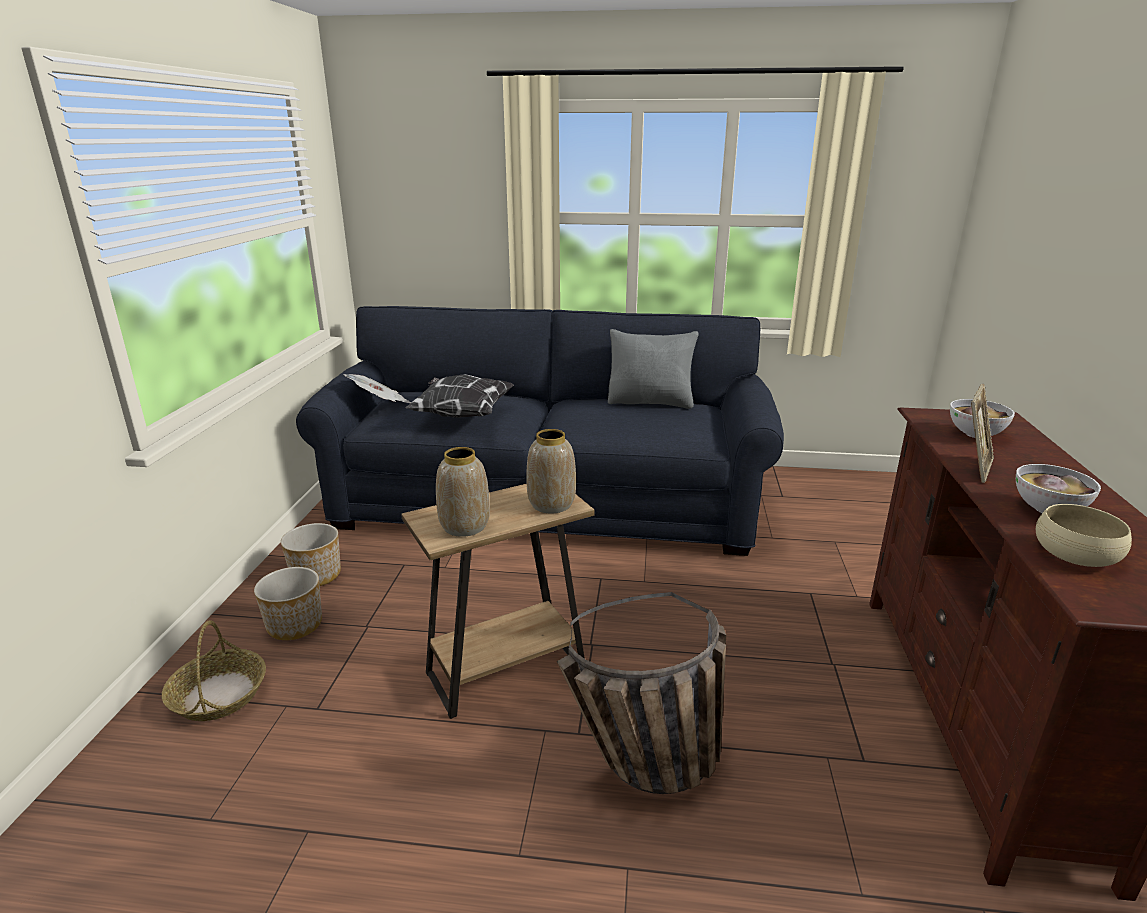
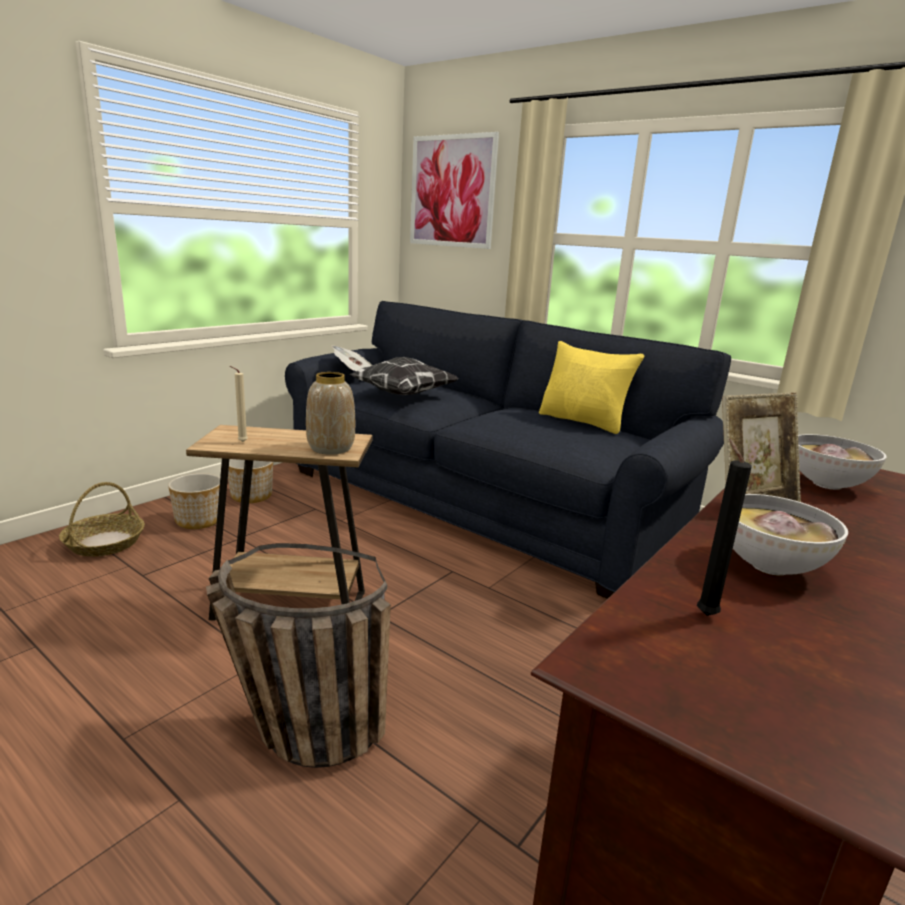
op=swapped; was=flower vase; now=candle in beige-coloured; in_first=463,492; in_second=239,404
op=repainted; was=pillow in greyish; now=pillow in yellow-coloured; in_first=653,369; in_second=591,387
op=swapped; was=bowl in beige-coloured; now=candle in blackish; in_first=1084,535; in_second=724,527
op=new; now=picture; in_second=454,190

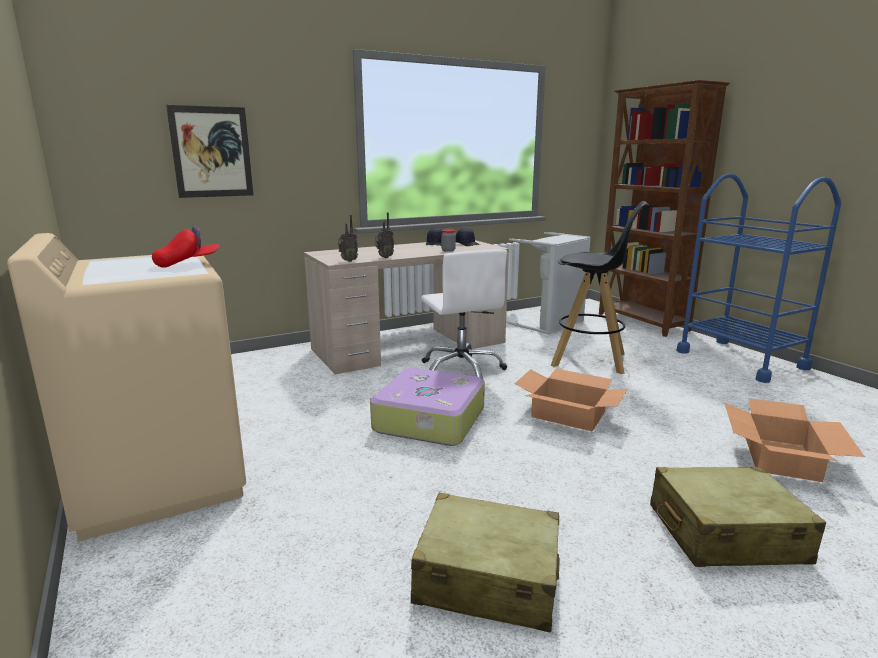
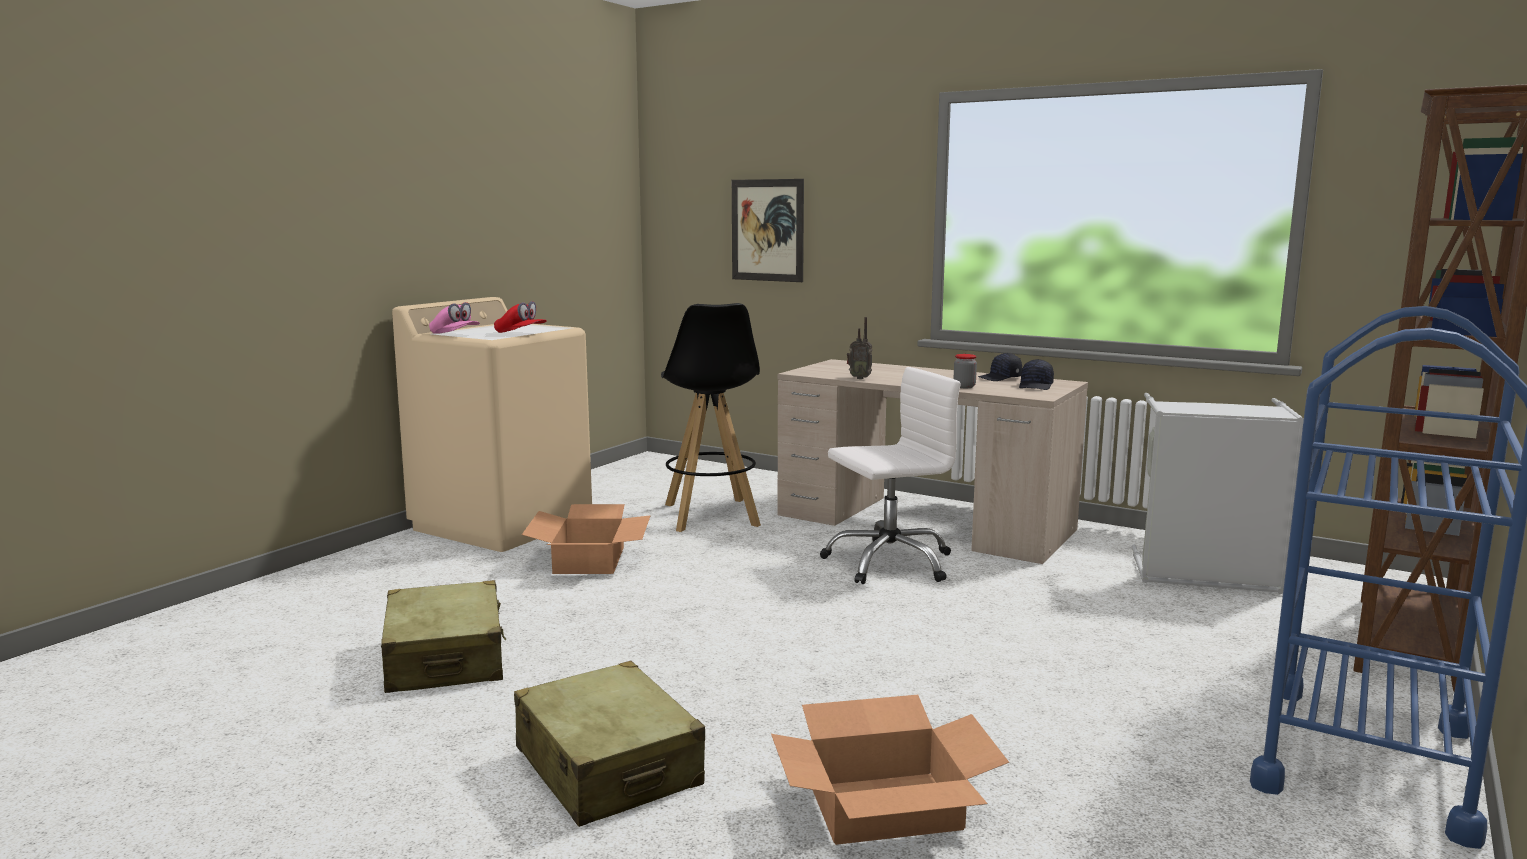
op=gone; was=radio; in_first=348,238
op=gone; was=piece of luggage; in_first=427,407
op=rotated; was=office chair in white-coloured; in_first=464,314; in_second=890,475; clockwise=-150
op=shifted; was=packing box; in_first=571,400; in_second=586,539
op=shifted; was=stool seat in blackish; in_first=600,287; in_second=711,417
op=new; now=baseball cap in pink-coloured; in_second=454,318

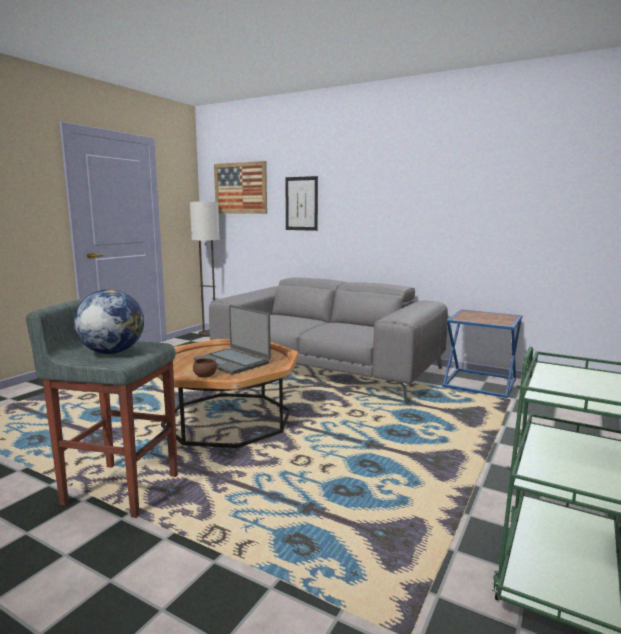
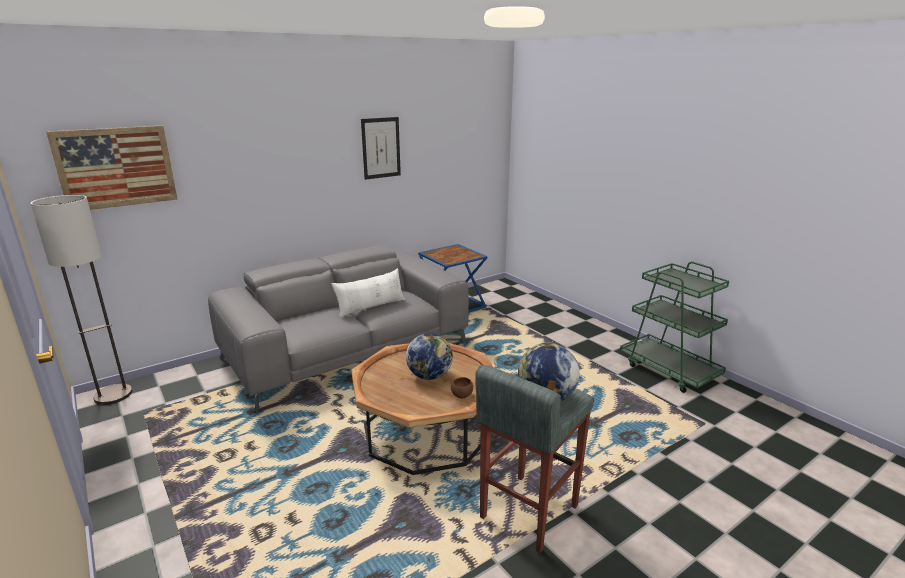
op=swapped; was=laptop; now=globe; in_first=232,340; in_second=429,356
op=shifted; was=picture; in_first=301,203; in_second=381,148
op=new; now=pillow in white-coloured; in_second=368,293

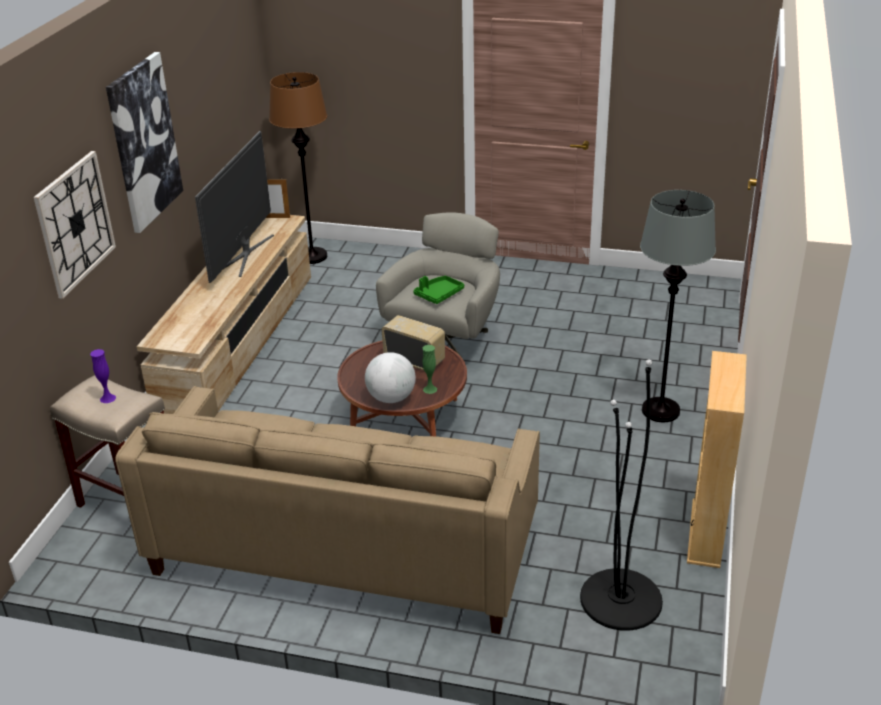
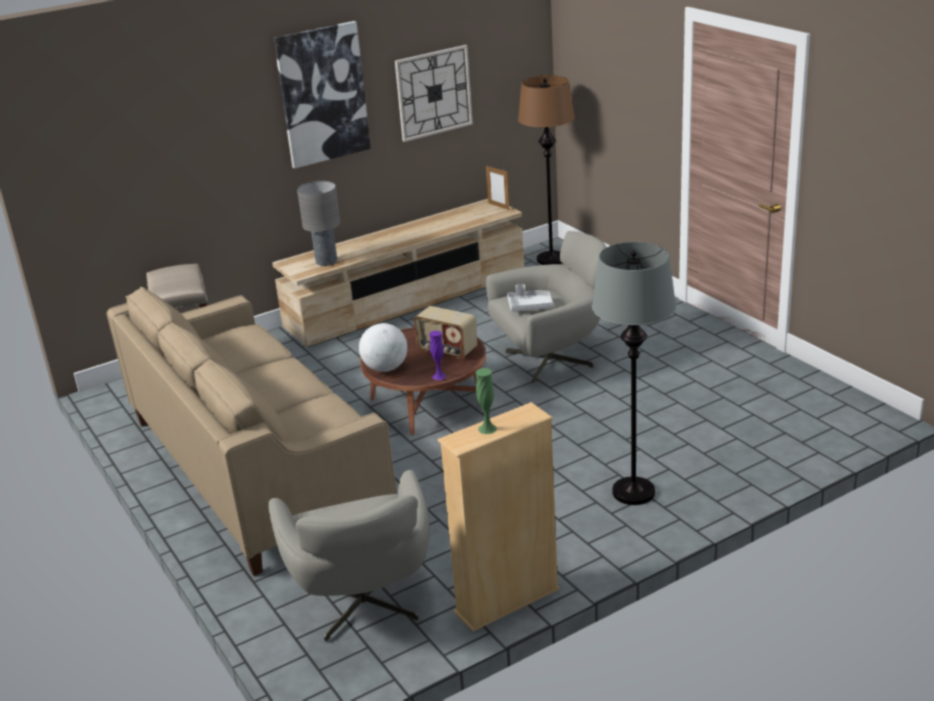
op=shifted; was=hanging clock; in_first=74,225; in_second=434,93
op=shifted; was=flower vase in purple; in_first=103,376; in_second=437,355
op=gone; was=TV; in_first=234,207
op=rotated; was=radio; in_first=413,342; in_second=445,332; clockwise=135
op=repainted; was=carrying tray in green; now=carrying tray in greyish; in_first=438,290; in_second=530,298
op=shifted; was=flower vase in green; in_first=429,369; in_second=486,401
op=swapped; was=floor lamp in blackish; now=lounge chair in greyish; in_first=621,495; in_second=349,556
op=new; now=lamp for a table in greyish; in_second=318,223

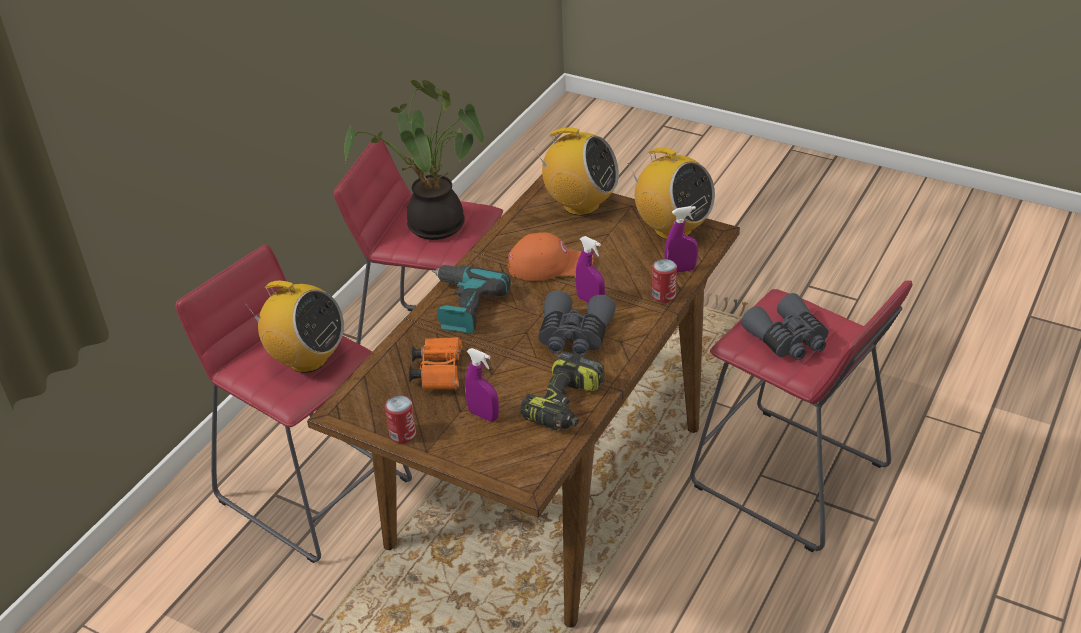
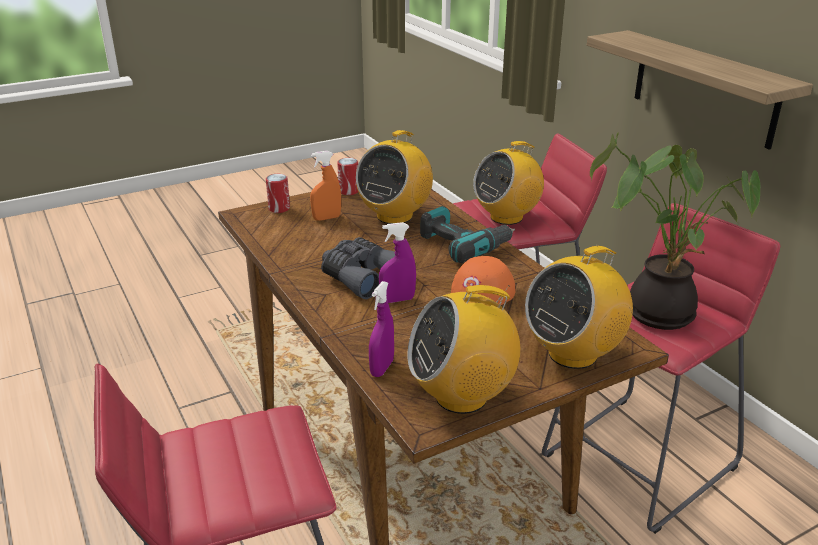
op=swapped; was=field glasses in orange; now=radio; in_first=435,363; in_second=394,177
op=repainted; was=spray bottle in purple; now=spray bottle in orange; in_first=482,384; in_second=325,186
op=gone; was=power drill; in_first=562,390
op=shifted; was=sealed can; in_first=664,281; in_second=278,193
op=gone; was=field glasses in greyish; in_first=785,326
op=new; now=shelf; in_second=700,90

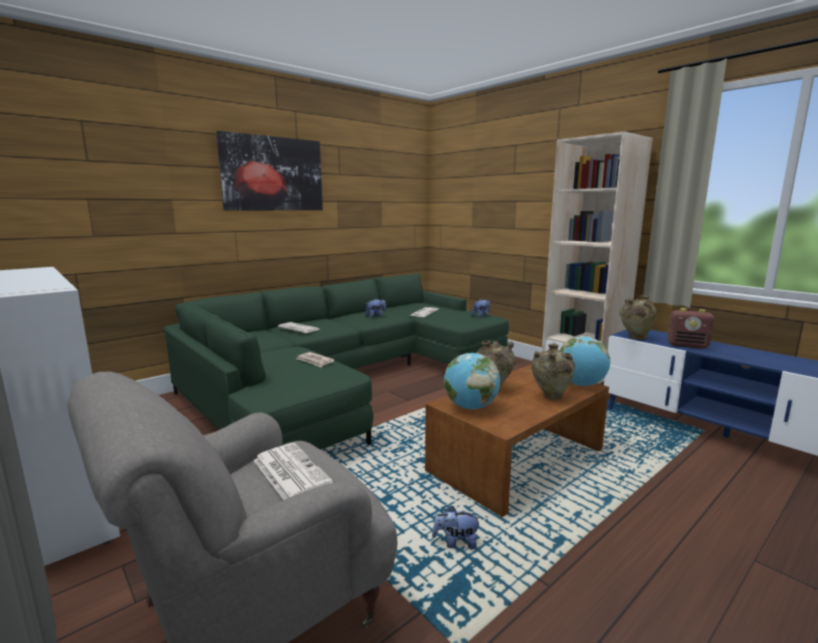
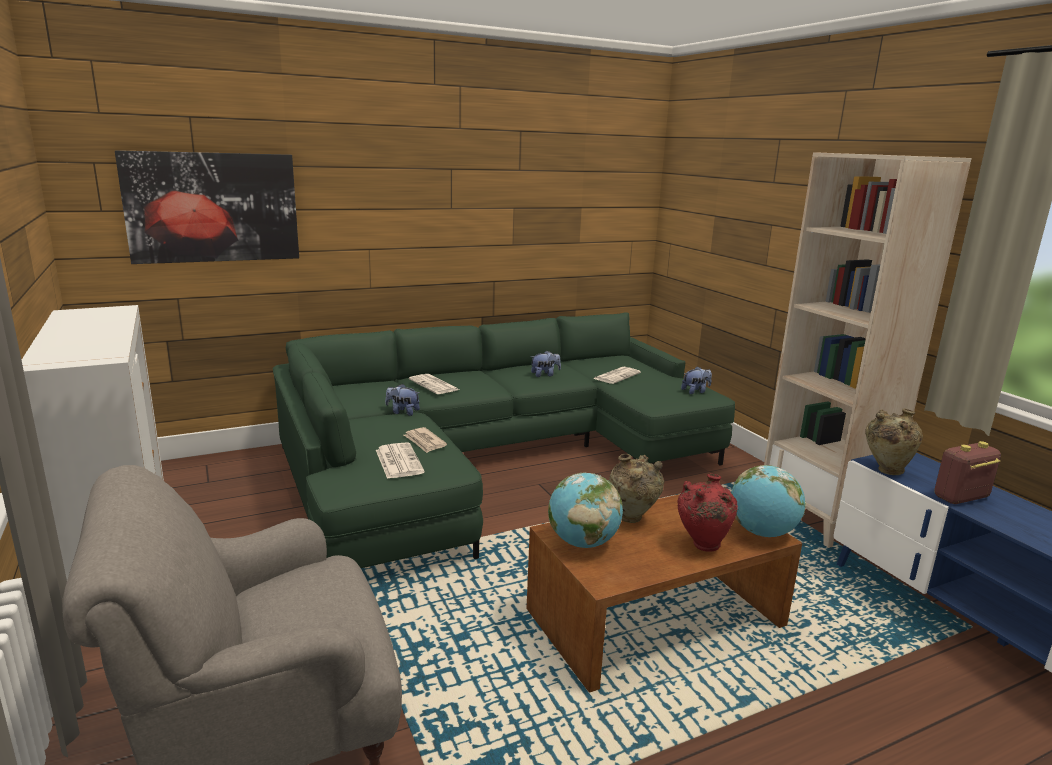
op=shifted; was=picture; in_first=269,171; in_second=207,207
op=shifted; was=printed paper; in_first=293,471; in_second=400,460
op=shifted; was=soft toy; in_first=457,527; in_second=402,400
op=repainted; was=flower vase in beige-coloured; now=flower vase in red; in_first=553,372; in_second=707,513
op=rotated; was=radio; in_first=691,328; in_second=967,472; clockwise=120

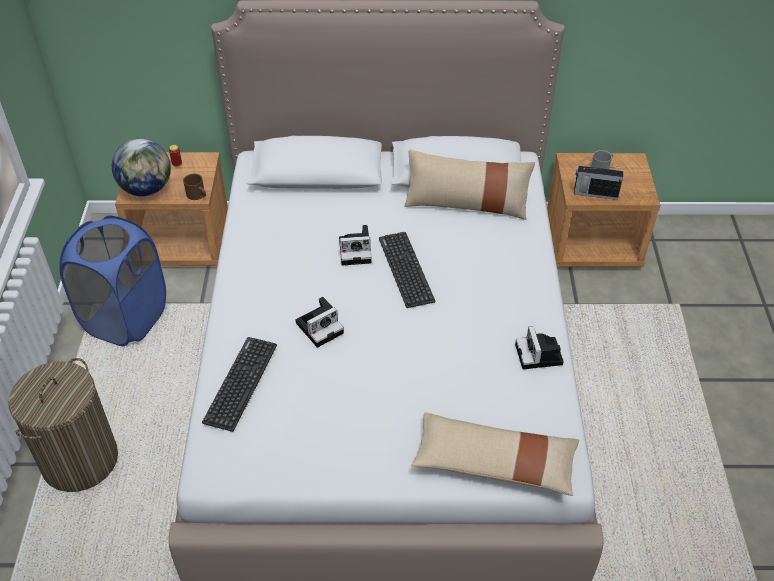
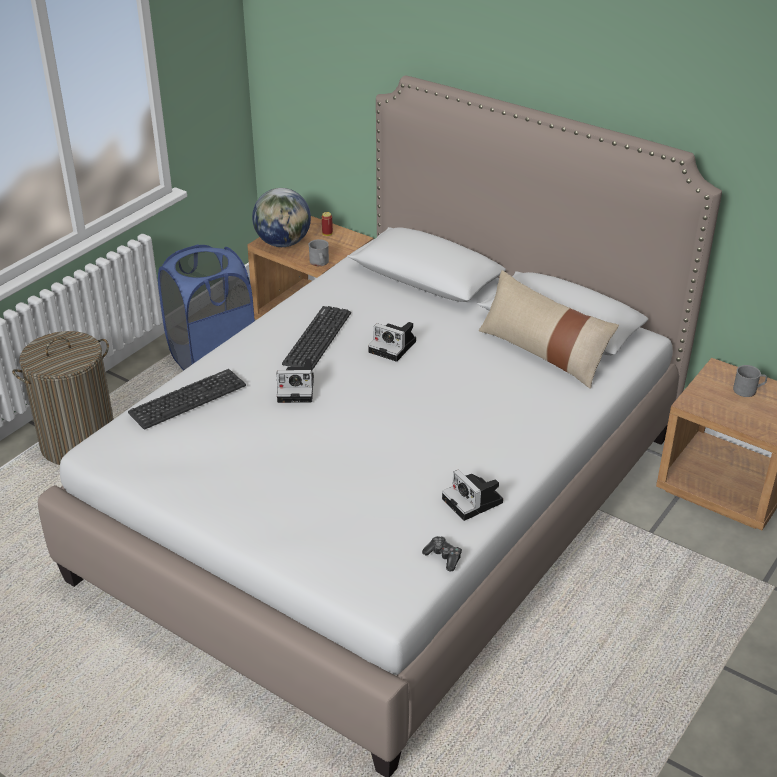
op=repainted; was=coffee mug in brownish; now=coffee mug in greyish; in_first=194,187; in_second=318,252
op=shifted; was=PC keyboard; in_first=407,270; in_second=316,338
op=gone; was=pillow in beige-coloured; in_first=495,454
op=rotated; was=still camera; in_first=539,347; in_second=472,495; clockwise=-60
op=gone; was=radio; in_first=598,183
op=new; now=joypad; in_second=442,553

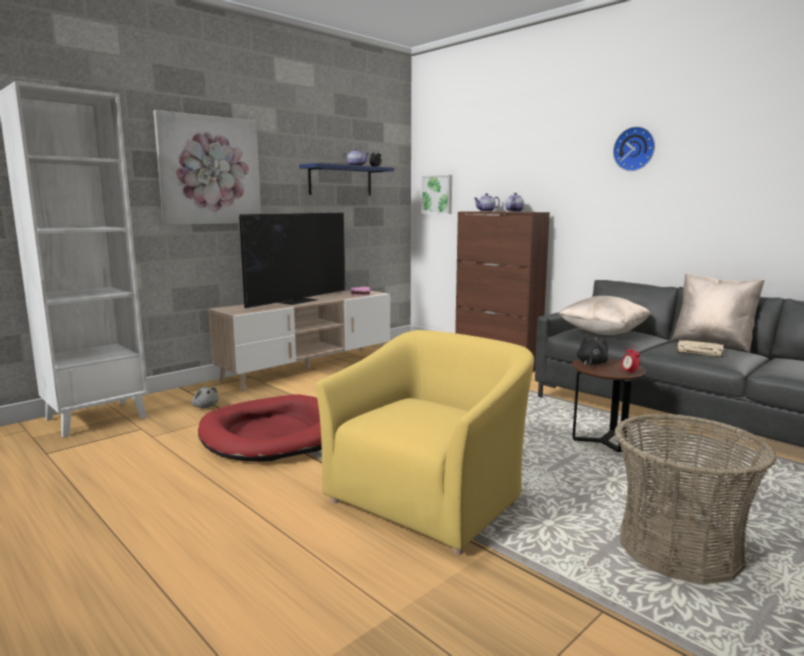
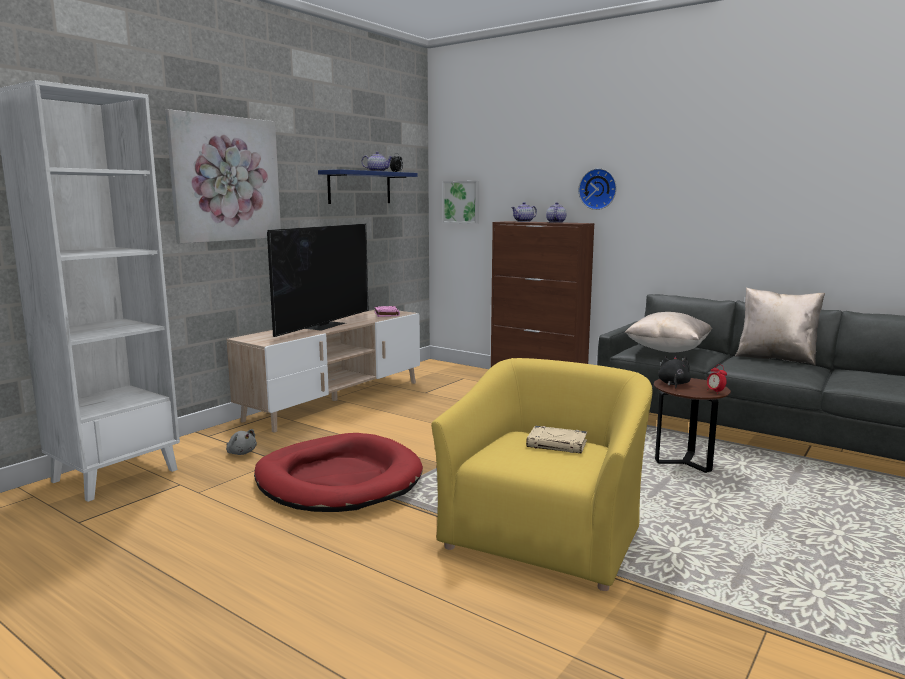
op=shifted; was=hanging clock; in_first=634,148; in_second=598,189
op=gone; was=basket; in_first=696,499
op=shifted; was=bound book in beige-coloured; in_first=700,348; in_second=556,439

